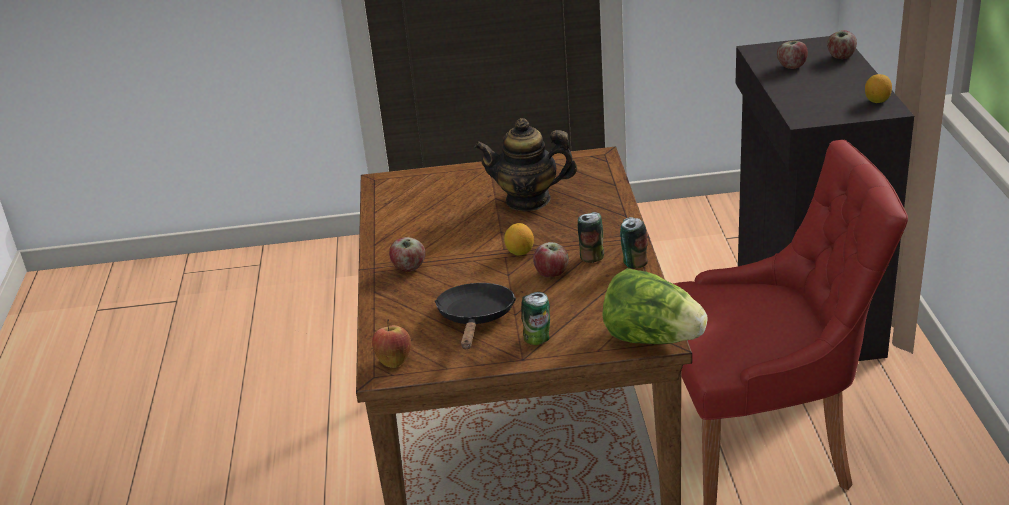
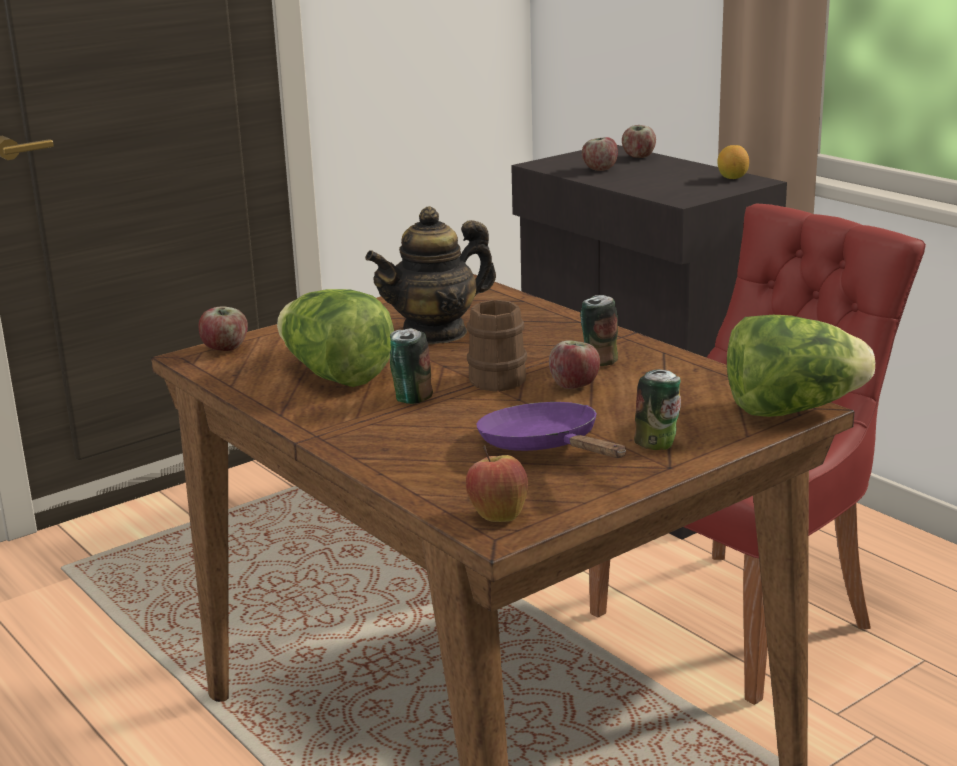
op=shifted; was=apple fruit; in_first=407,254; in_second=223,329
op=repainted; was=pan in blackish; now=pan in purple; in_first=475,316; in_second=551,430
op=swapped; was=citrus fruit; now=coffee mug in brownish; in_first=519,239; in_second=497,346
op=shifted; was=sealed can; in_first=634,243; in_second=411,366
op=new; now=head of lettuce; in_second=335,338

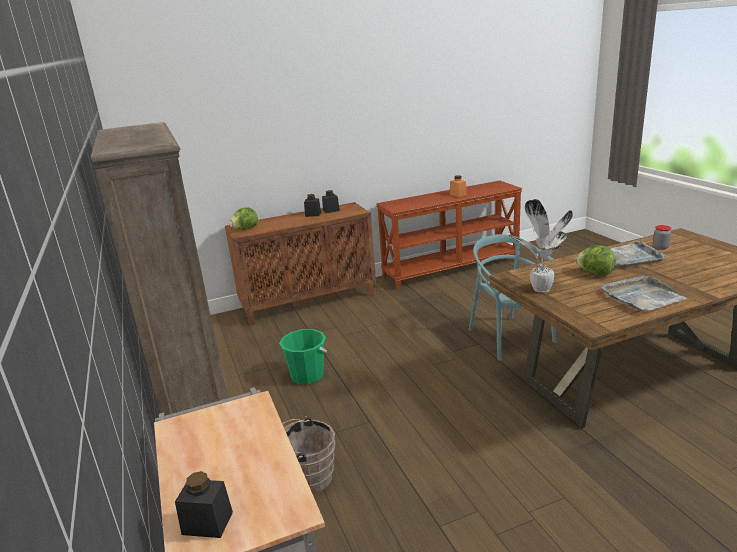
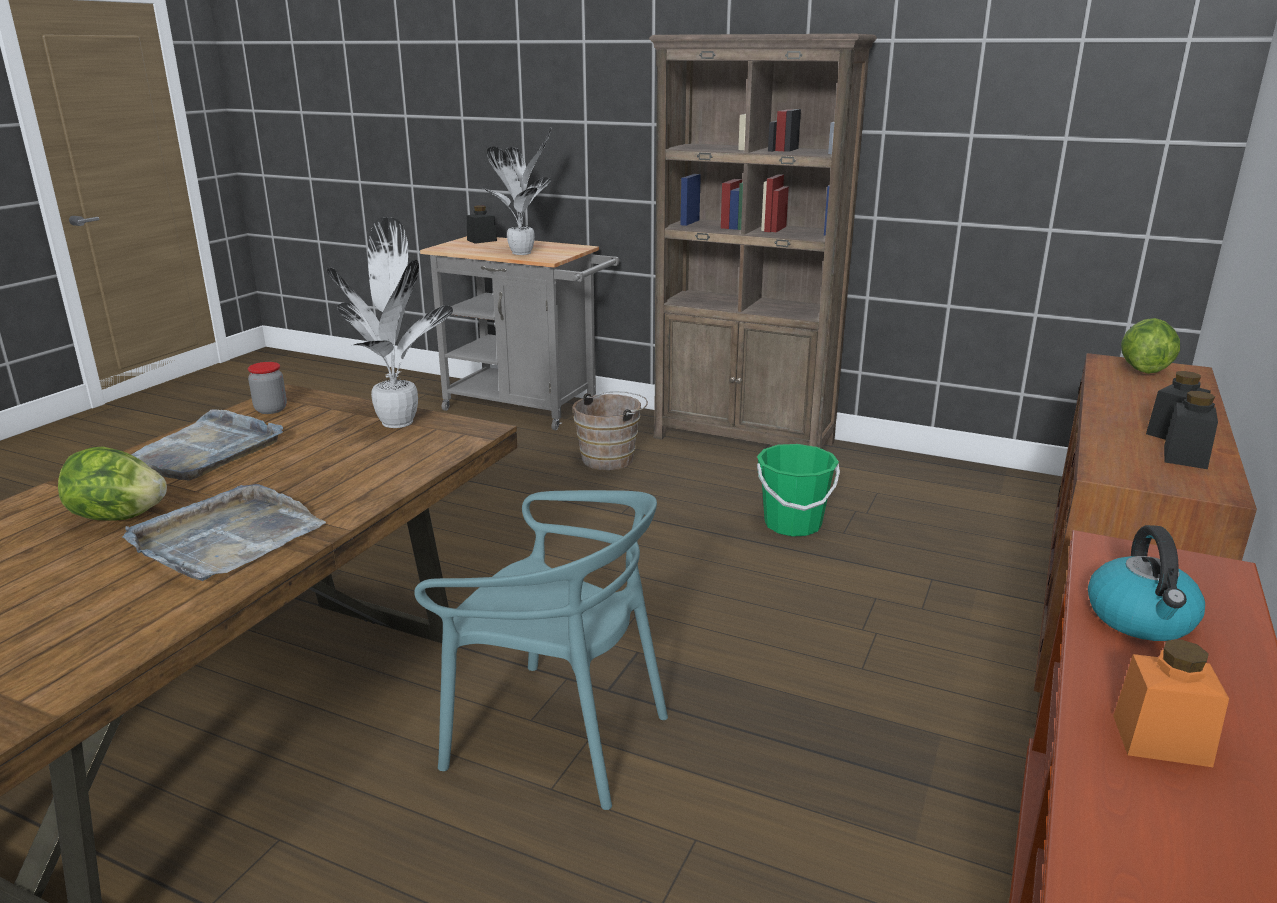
op=shifted; was=head of lettuce; in_first=595,260; in_second=112,483
op=shifted; was=storage jar; in_first=662,237; in_second=267,388
op=new; now=potted plant; in_second=517,191
op=new; now=tea kettle; in_second=1146,583

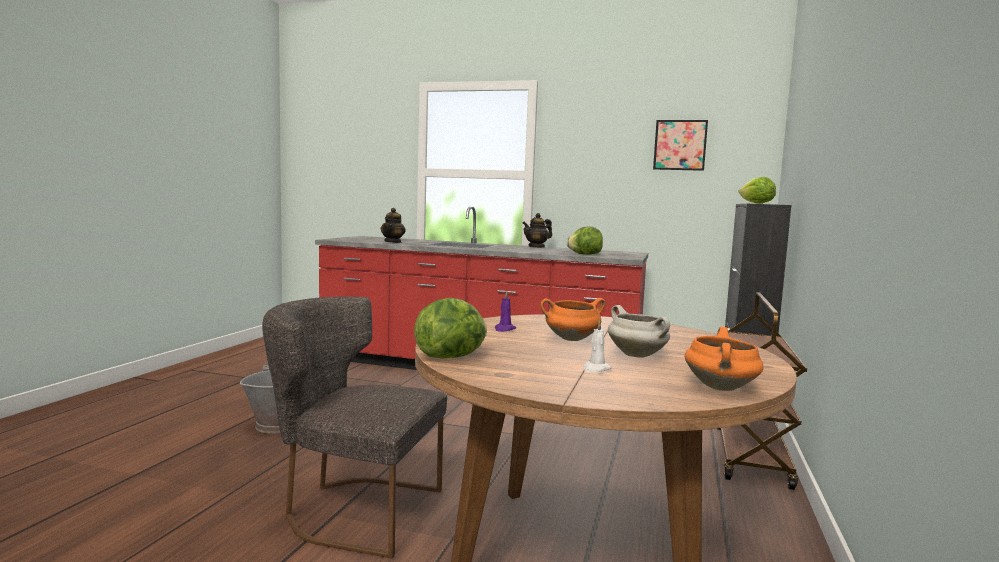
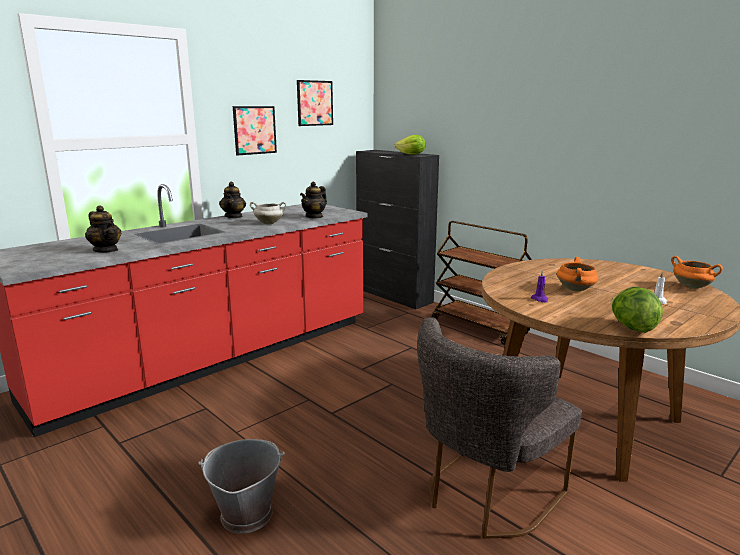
op=swapped; was=head of lettuce; now=tea pot; in_first=585,240; in_second=313,200
op=shifted; was=cooking pot in white-coloured; in_first=639,331; in_second=268,213
op=new; now=picture; in_second=255,131

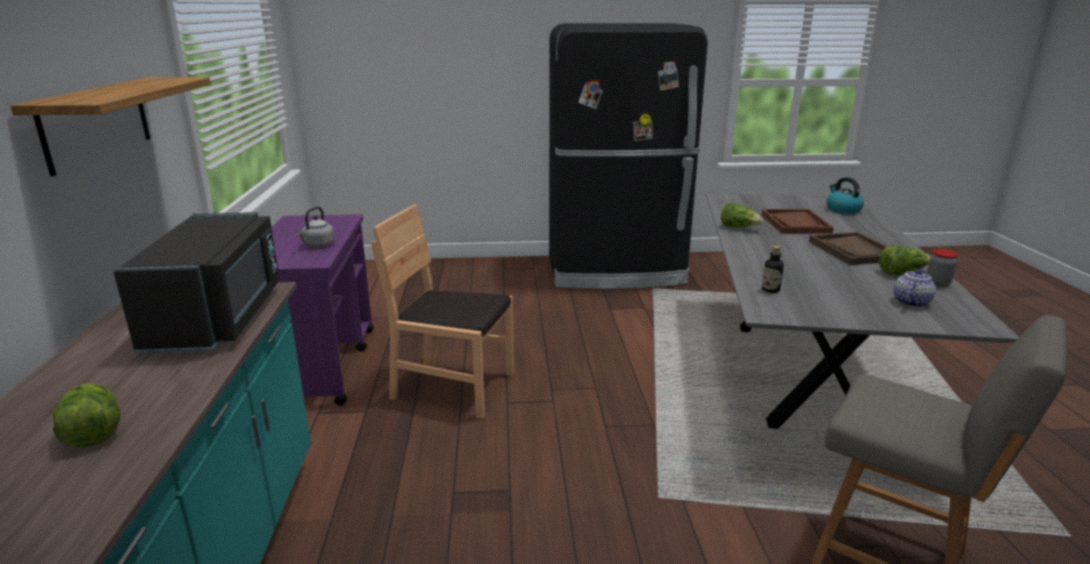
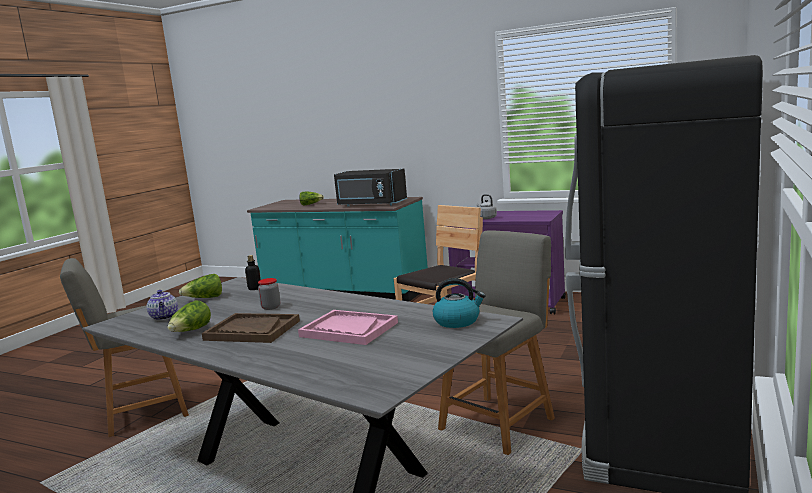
op=gone; was=shelf; in_first=110,127
op=shifted; was=head of lettuce; in_first=742,214; in_second=200,286
op=repainted; was=carrying tray in brownish; now=carrying tray in pink-coloured; in_first=798,221; in_second=348,327
op=shifted; was=tea kettle; in_first=845,195; in_second=459,303
op=shifted; was=storage jar; in_first=942,268; in_second=269,294
op=new; now=upright chair in greyish; in_second=496,342

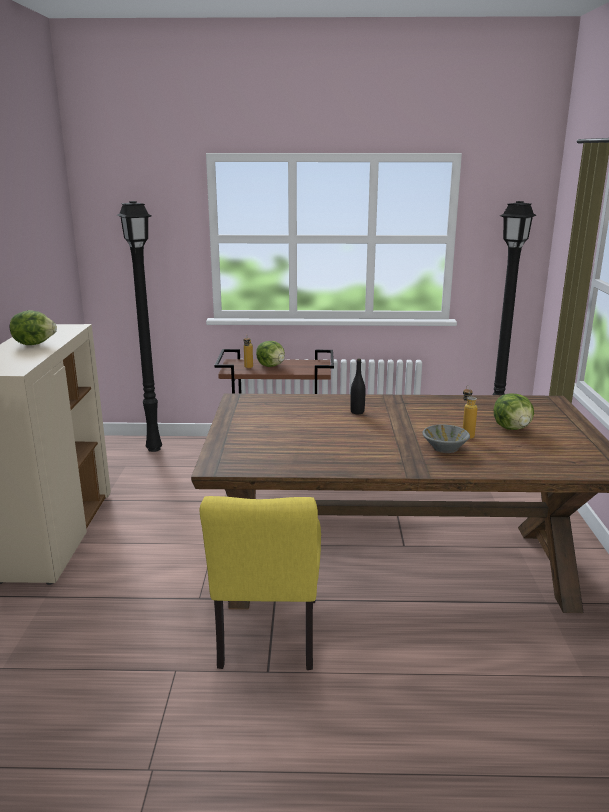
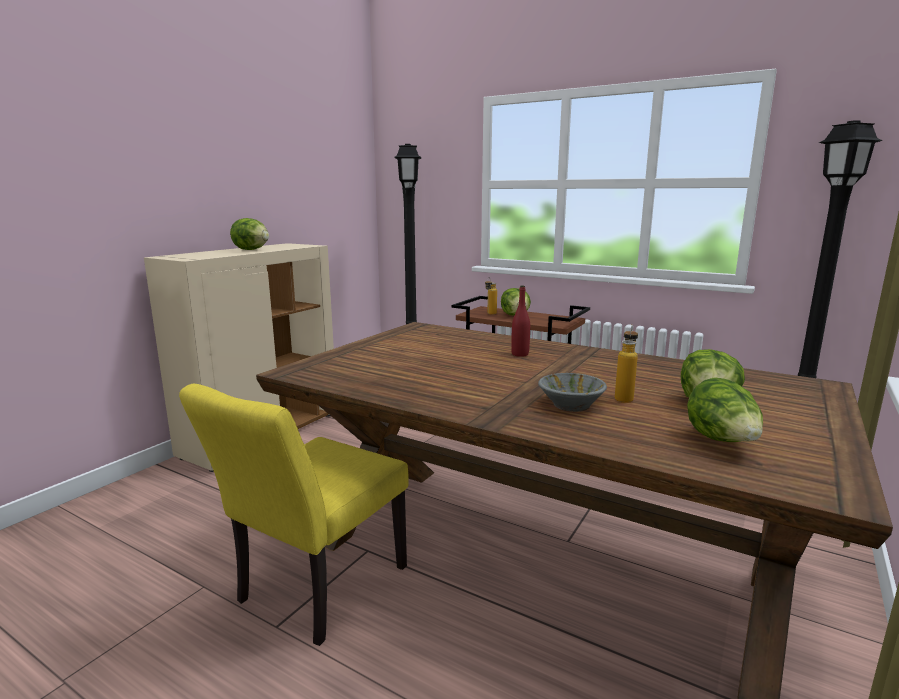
op=repainted; was=drink bottle in blackish; now=drink bottle in red; in_first=357,386; in_second=520,321
op=new; now=head of lettuce; in_second=725,409

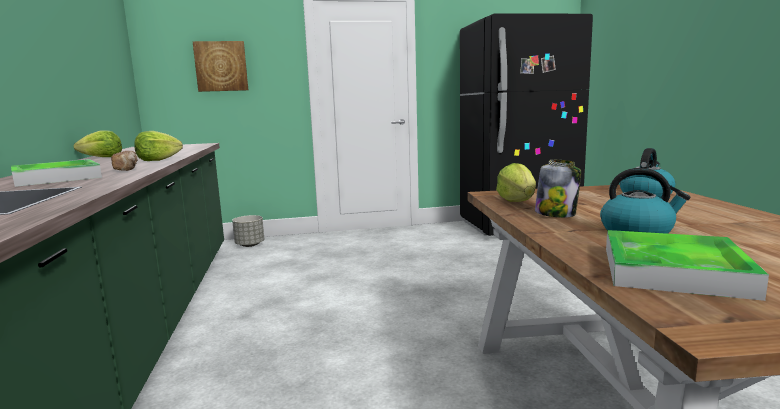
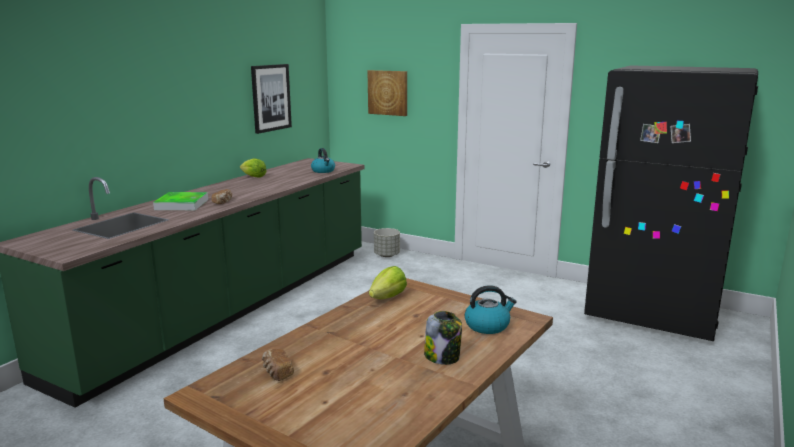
op=gone; was=head of lettuce; in_first=158,146
op=shifted; was=storage jar; in_first=558,189; in_second=443,338
op=shifted; was=tea kettle; in_first=645,201; in_second=323,160
op=swapped; was=carrying tray; now=baked bread; in_first=687,265; in_second=278,365
op=new; now=picture; in_second=271,99

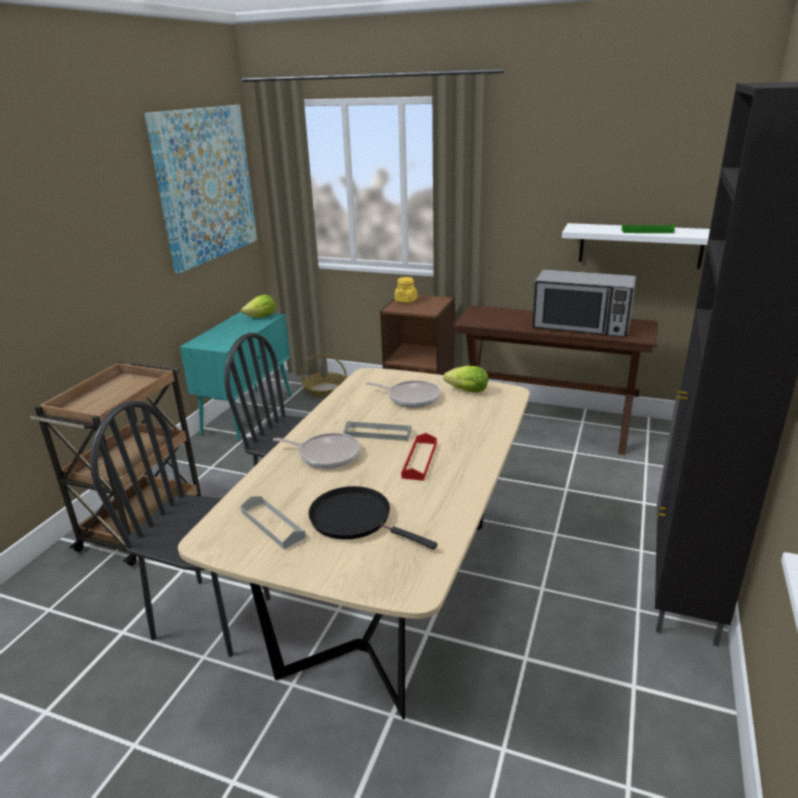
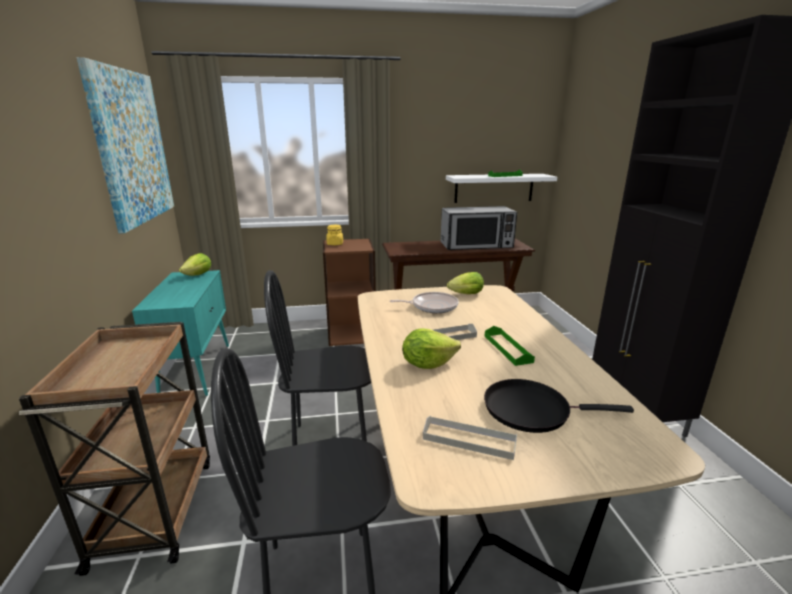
op=swapped; was=pan; now=head of lettuce; in_first=316,451; in_second=431,349
op=gone; was=basket; in_first=324,375
op=repainted; was=carrying tray in red; now=carrying tray in green; in_first=419,457; in_second=510,346

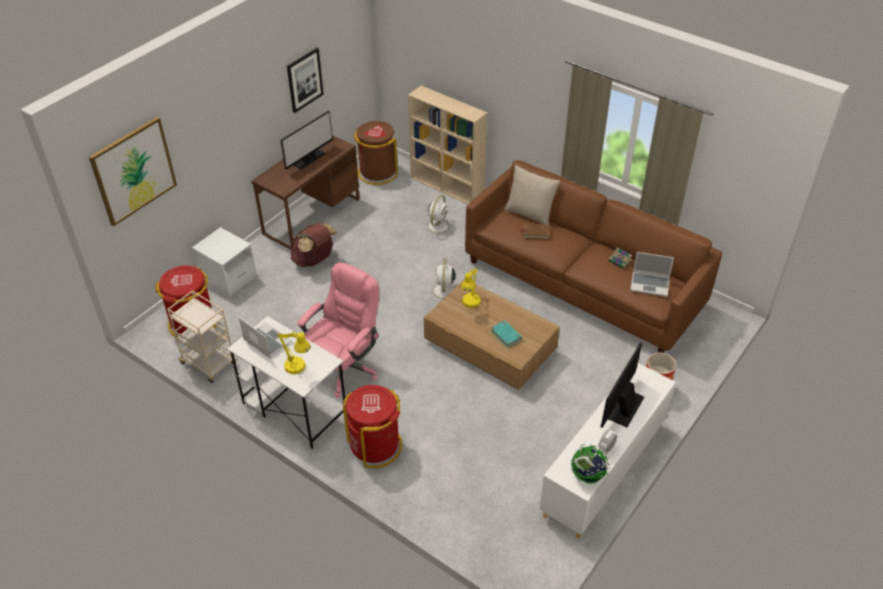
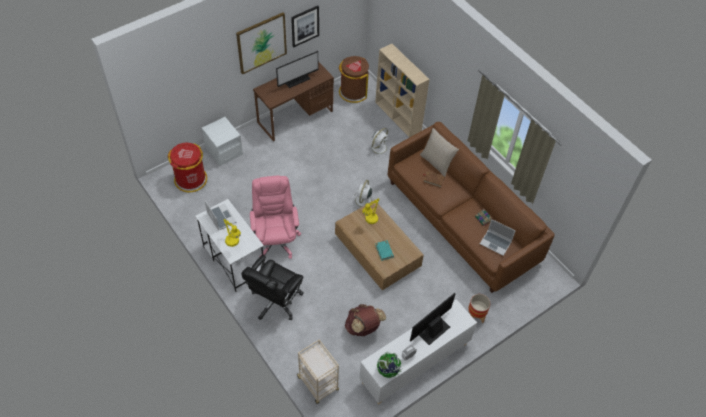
op=shifted; was=picture; in_first=133,171; in_second=261,43
op=shifted; was=wheeled cart in beige-coloured; in_first=202,337; in_second=318,372
op=shifted; was=knapsack in brownish; in_first=314,245; in_second=365,320
op=rotated; was=office chair in pink-coloured; in_first=338,330; in_second=275,217; clockwise=-60
op=swapped; was=trash can in red; now=office chair in blackish; in_first=372,426; in_second=272,287

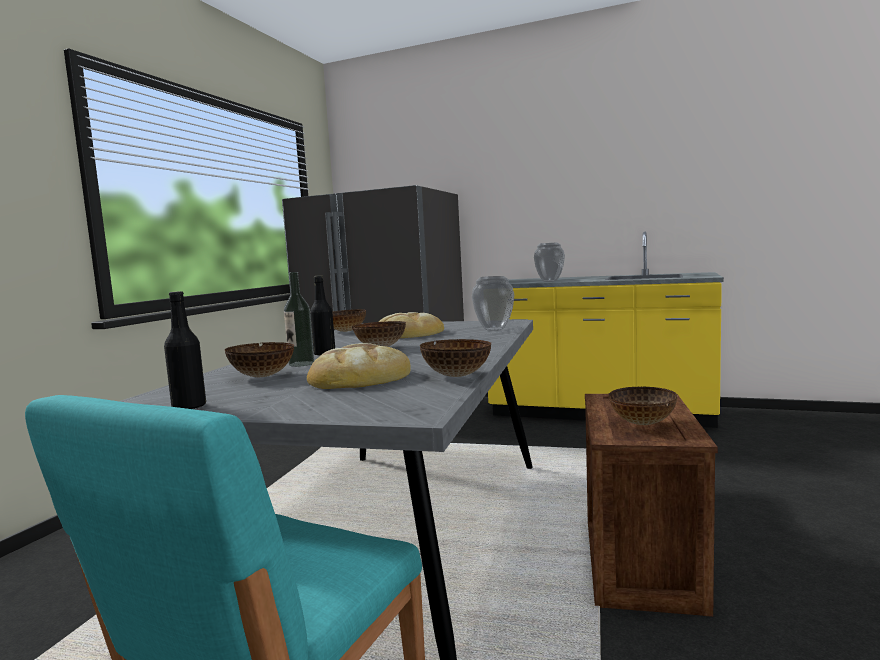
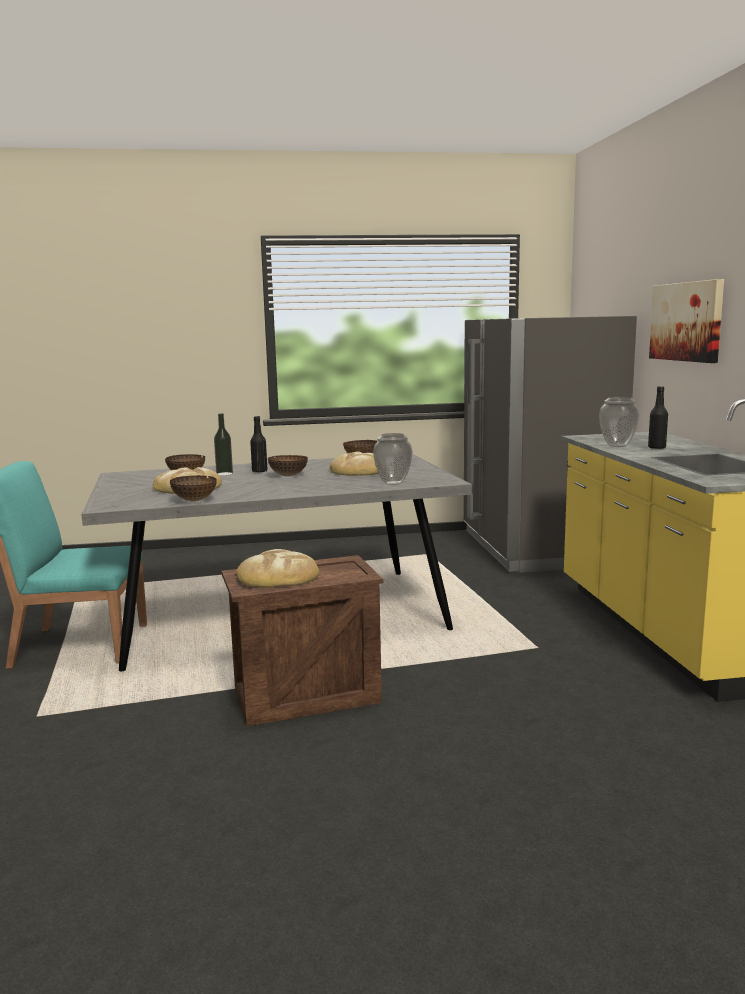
op=shifted; was=drink bottle in blackish; in_first=185,350; in_second=658,417
op=swapped; was=bowl; now=baked bread; in_first=642,406; in_second=278,568
op=new; now=picture; in_second=686,321

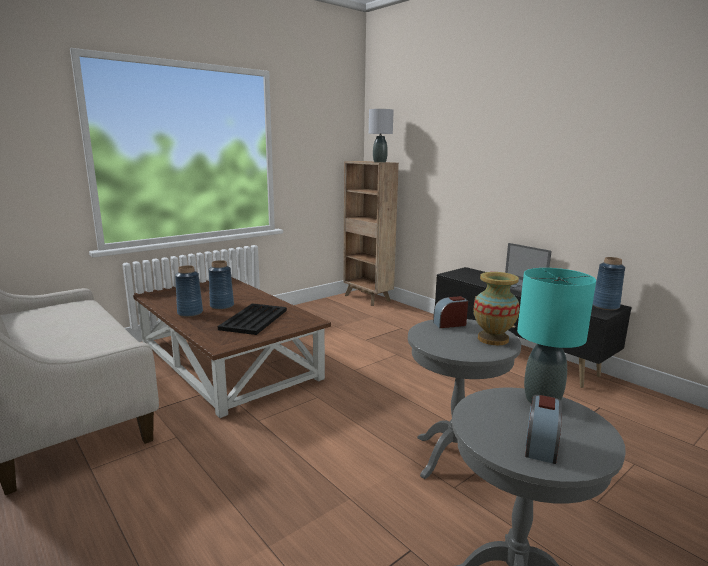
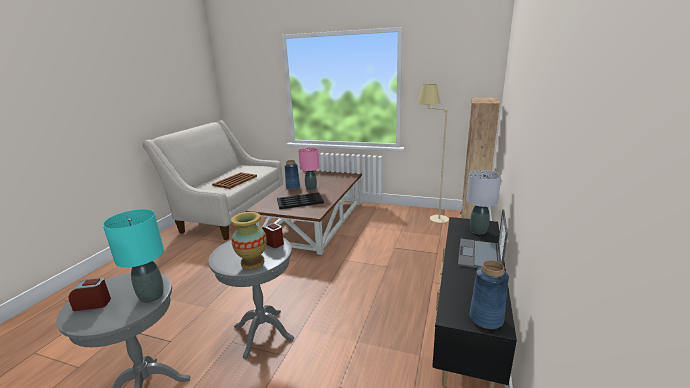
op=swapped; was=flower vase in bluish; now=lamp for a table in pink-coloured; in_first=221,285; in_second=308,169
op=shifted; was=lamp for a table in greyish; in_first=381,136; in_second=483,202
op=new; now=carrying tray in brownish; in_second=234,180
op=new; now=floor lamp in beige-coloured; in_second=433,153

